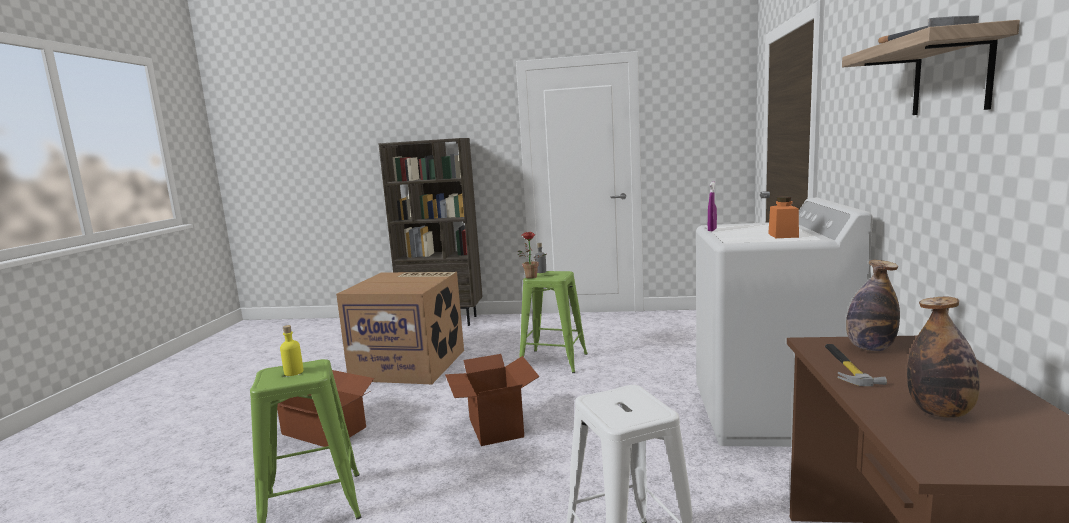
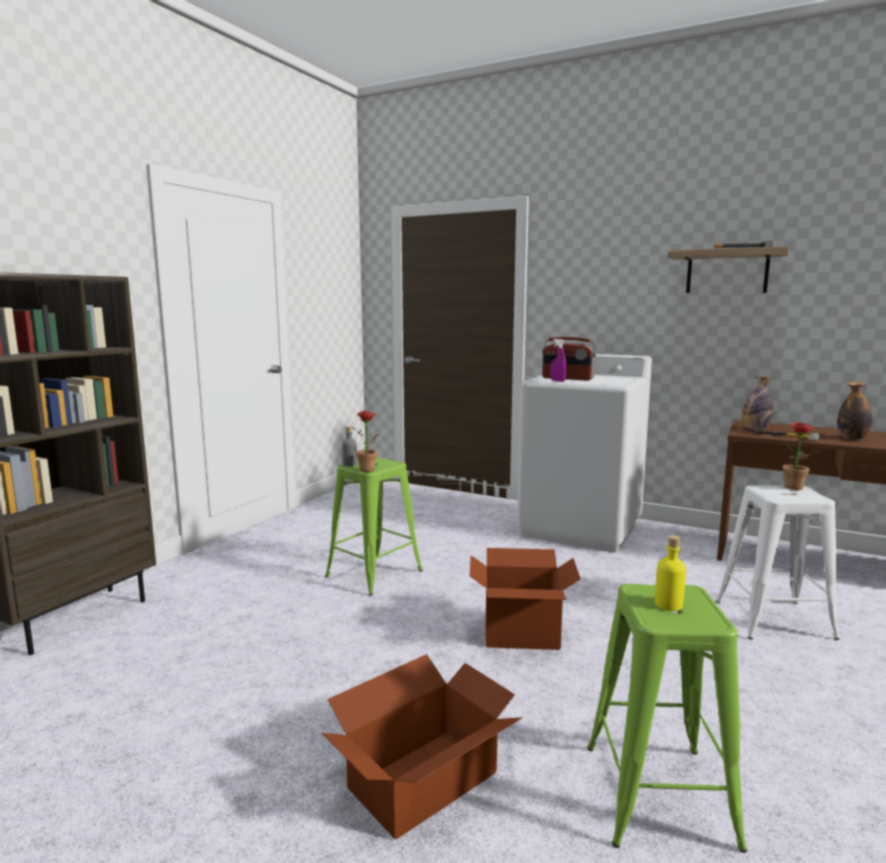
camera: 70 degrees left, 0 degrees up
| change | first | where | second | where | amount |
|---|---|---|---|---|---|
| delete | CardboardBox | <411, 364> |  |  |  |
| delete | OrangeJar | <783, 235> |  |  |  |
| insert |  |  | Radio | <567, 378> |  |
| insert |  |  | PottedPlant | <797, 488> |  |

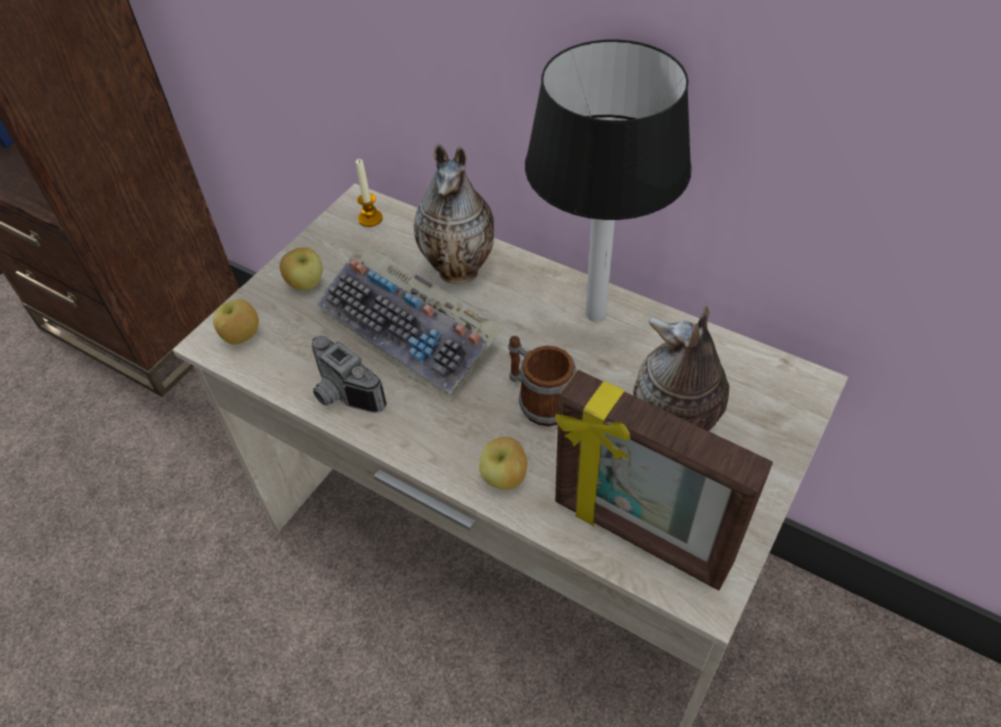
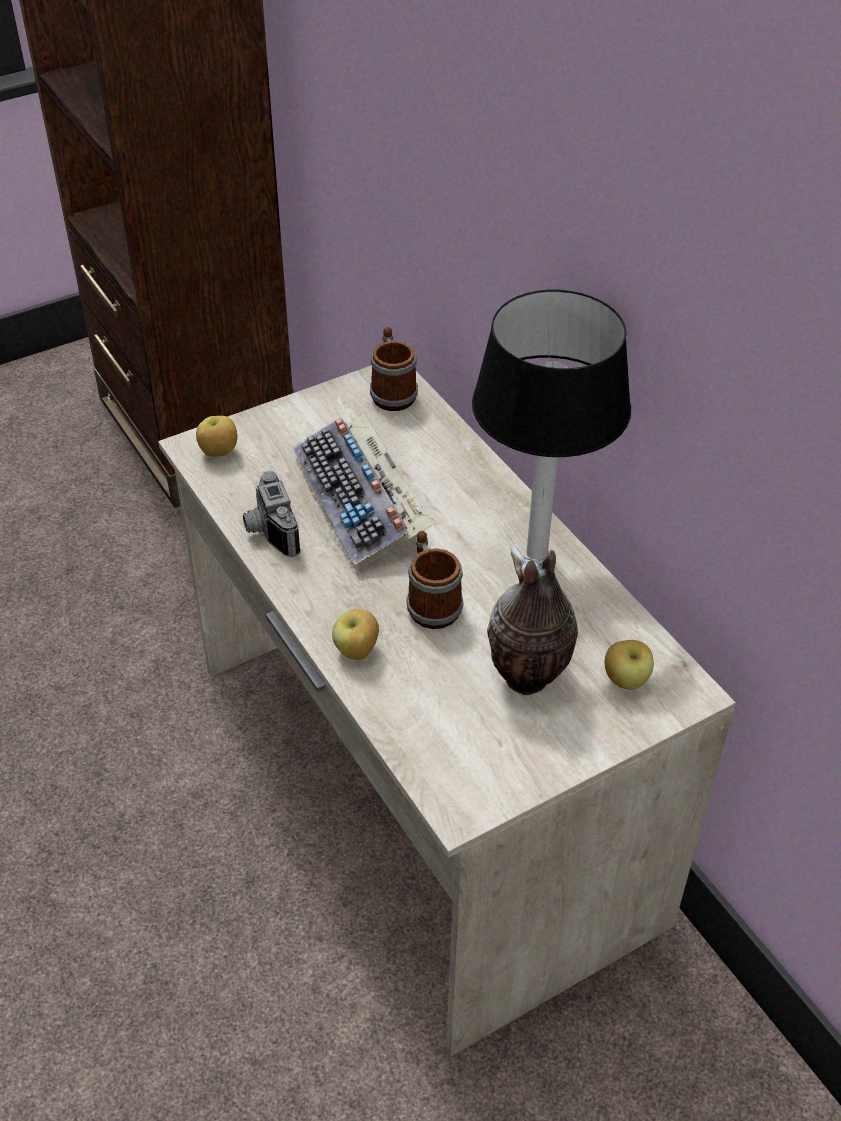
camera: 25 degrees right, 5 degrees down
| change | first | where | second | where | amount |
|---|---|---|---|---|---|
| move | Apple | <306, 284> |  | <626, 680> |  |
| replace | Candle | <370, 218> | Mug | <392, 392> |  |
| delete | Vase | <461, 270> |  |  |  |
| delete | PictureFrame | <639, 536> |  |  |  |

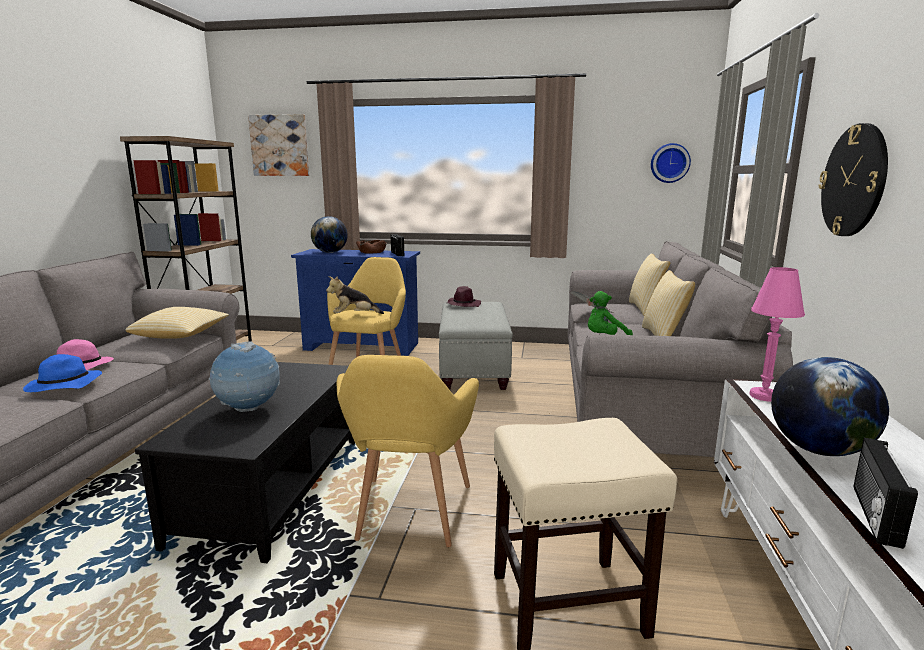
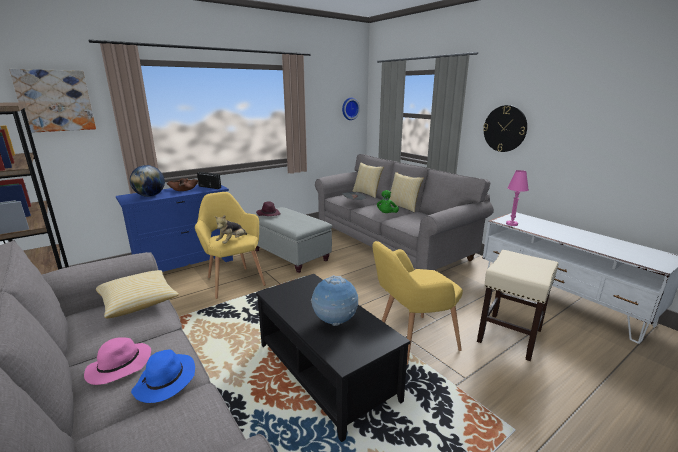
camera: 45 degrees left, 5 degrees up
| change | first | where | second | where | amount |
|---|---|---|---|---|---|
| rotate | YellowArmchair | <409, 517> |  | <411, 341> | 105 degrees clockwise |
| delete | Globe | <818, 450> |  |  |  |
| delete | Radio | <873, 514> |  |  |  |

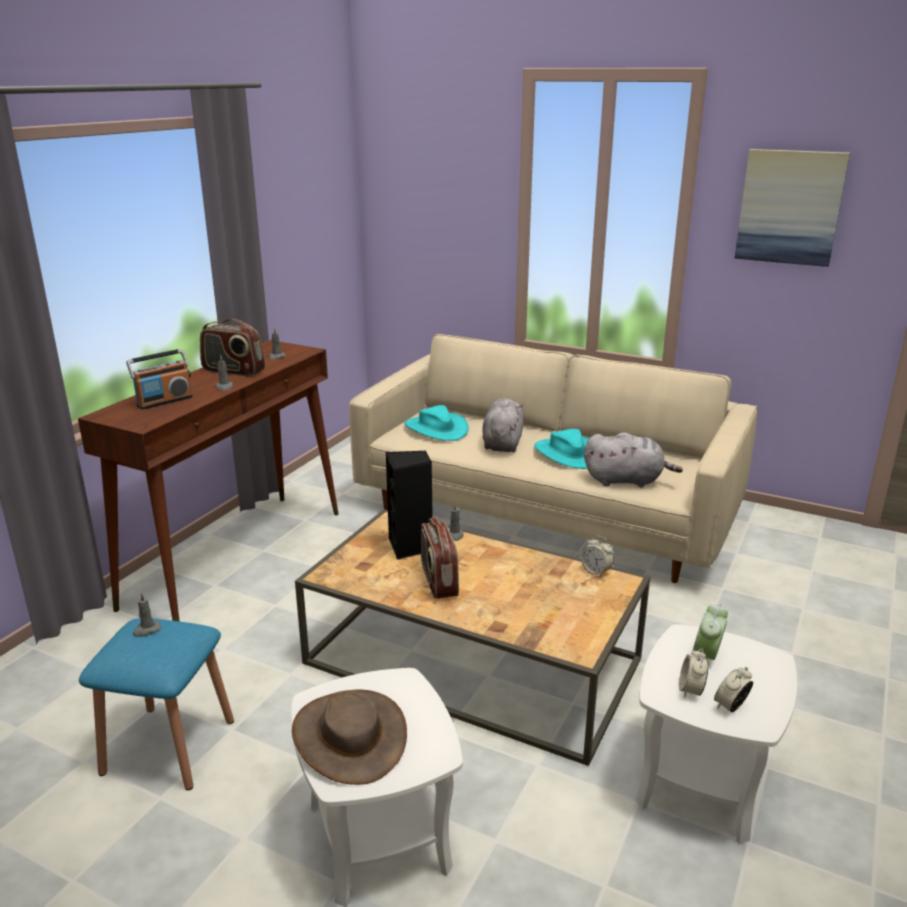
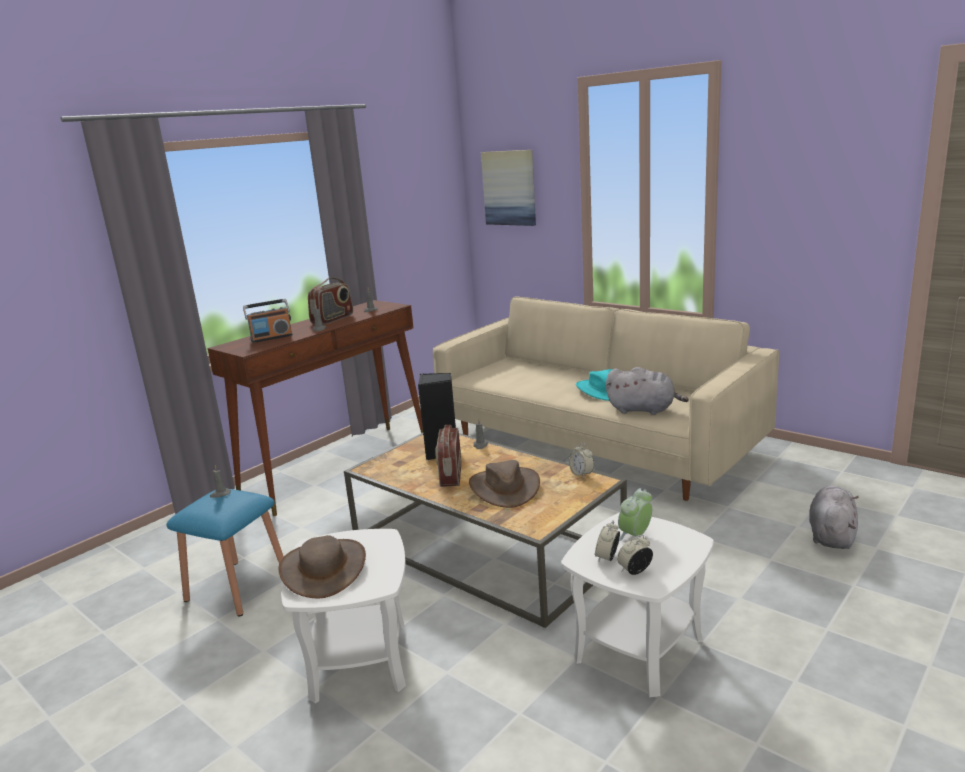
camera: 15 degrees right, 5 degrees down
| change | first | where | second | where | amount |
|---|---|---|---|---|---|
| rotate | Radio | <233, 371> |  | <333, 319> | 90 degrees counterclockwise |
| delete | TurquoiseHat | <436, 429> |  |  |  |
| move | GreyPlushToy | <502, 443> |  | <831, 535> |  |
| move | Picture | <790, 207> |  | <509, 188> |  |
| insert |  |  | BrownHat | <504, 488> |  |

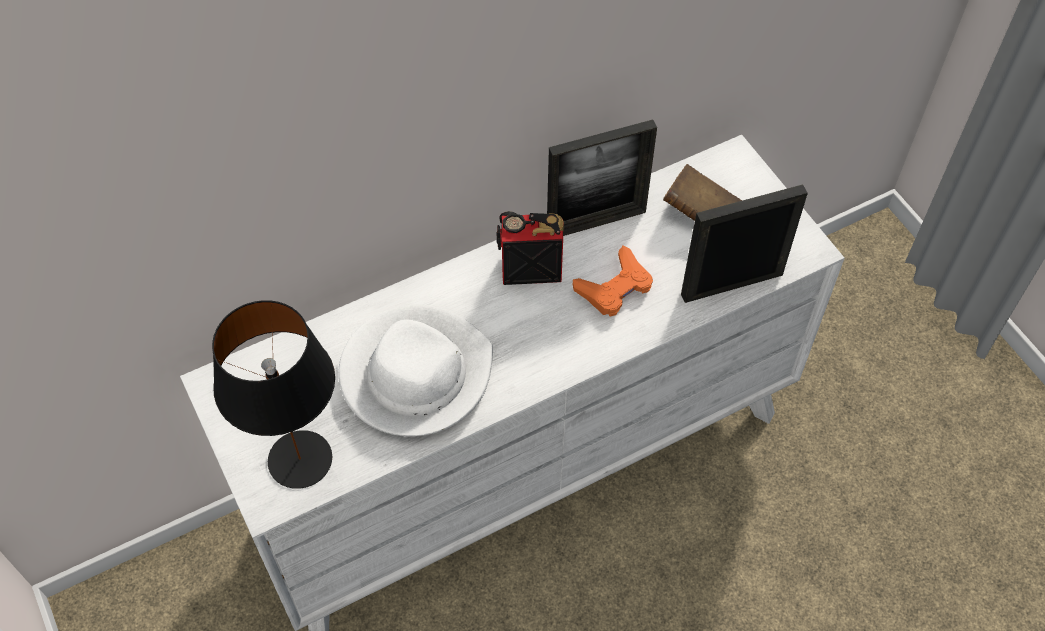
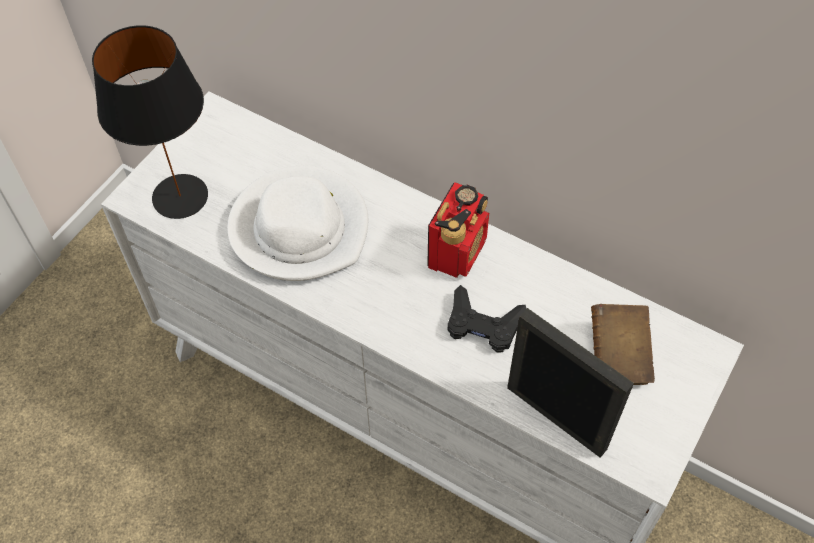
camera: 60 degrees right, 0 degrees up
| change | first | where | second | where | amount |
|---|---|---|---|---|---|
| rotate | Radio | <529, 268> |  | <457, 252> | 60 degrees clockwise |
| delete | PictureFrame | <596, 222> |  |  |  |
| recolor | OrangeGameController | <614, 287> | BlackGameController | <483, 324> |  |

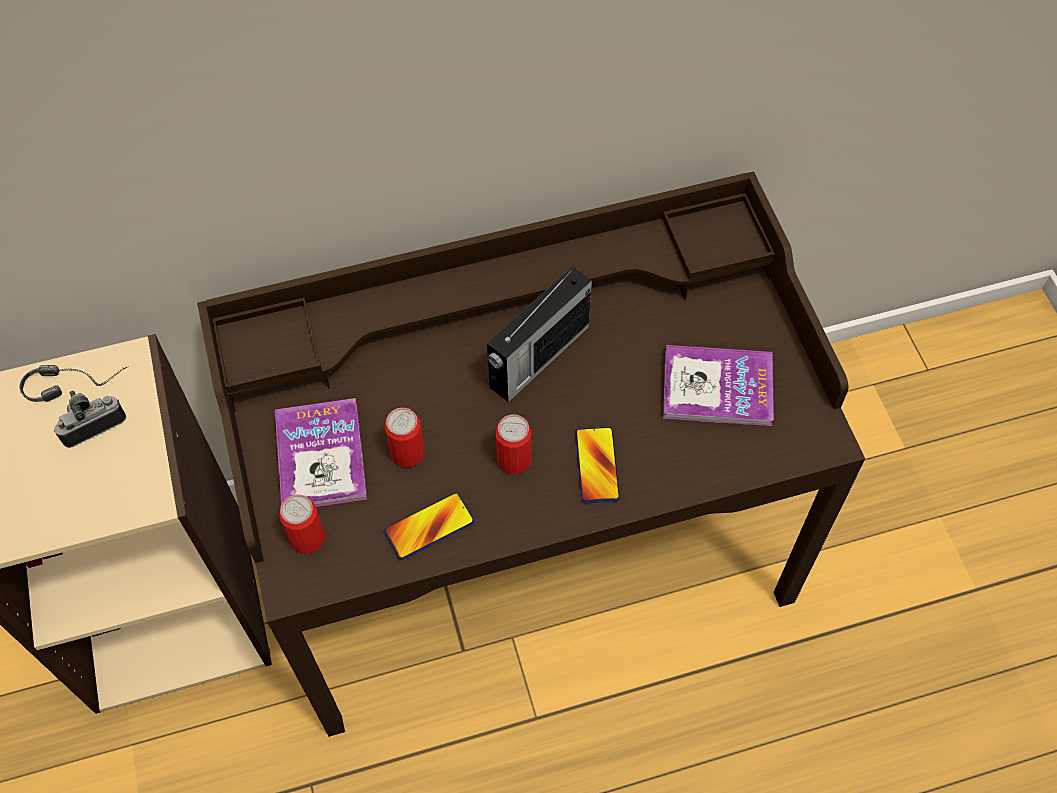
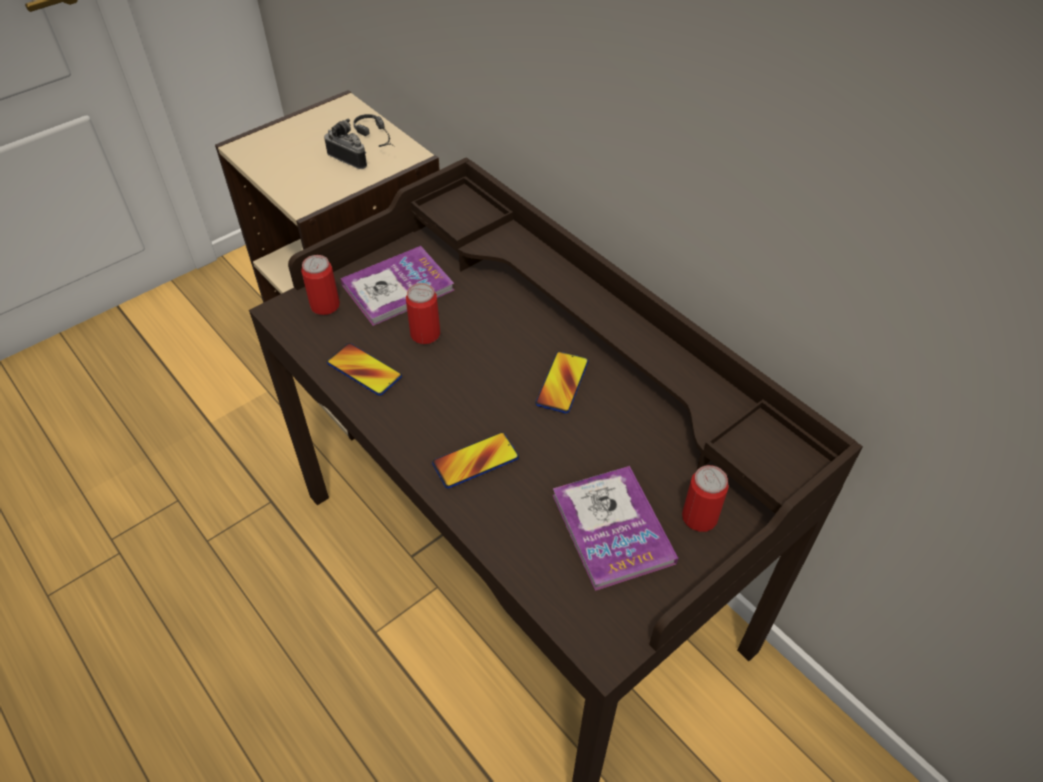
camera: 65 degrees right, 10 degrees down
| change | first | where | second | where | amount |
|---|---|---|---|---|---|
| replace | Radio | <537, 358> | Phone | <562, 383> |  |
| move | Can | <514, 459> |  | <699, 517> |  |

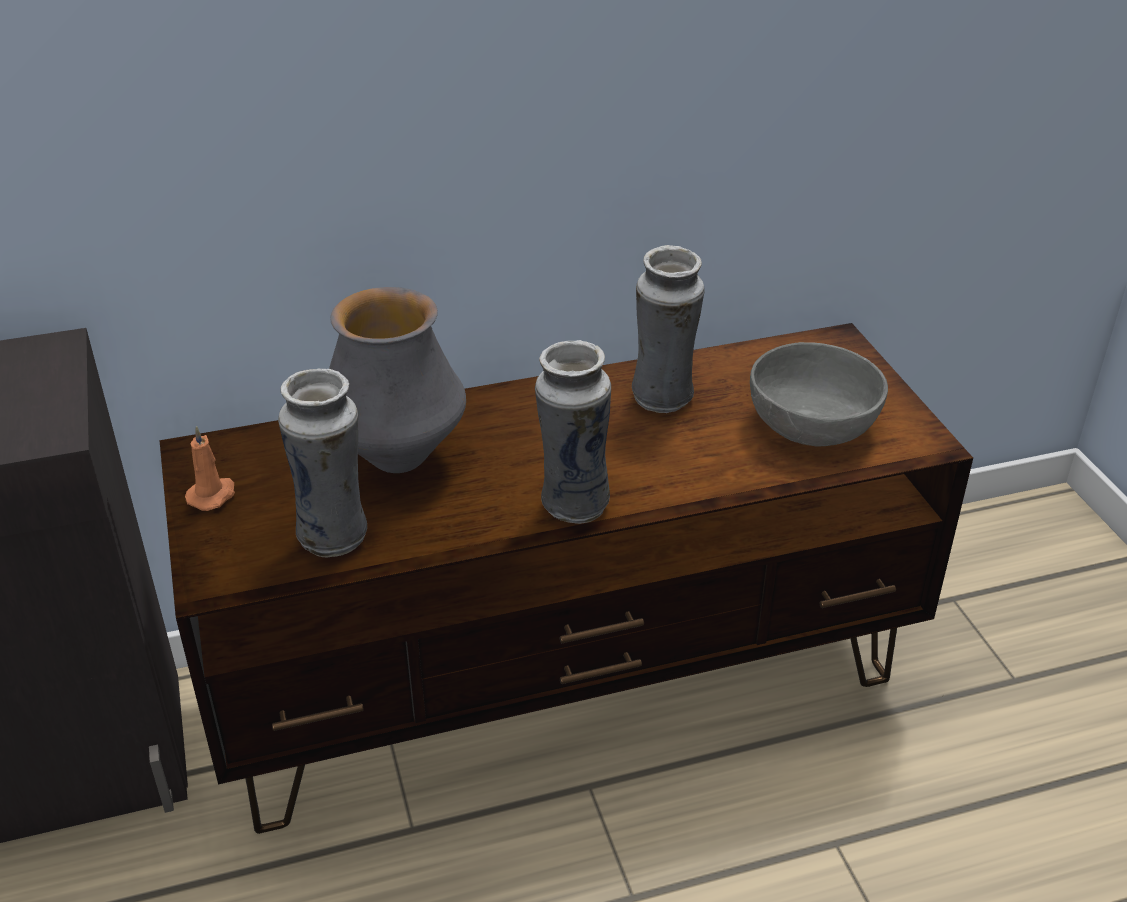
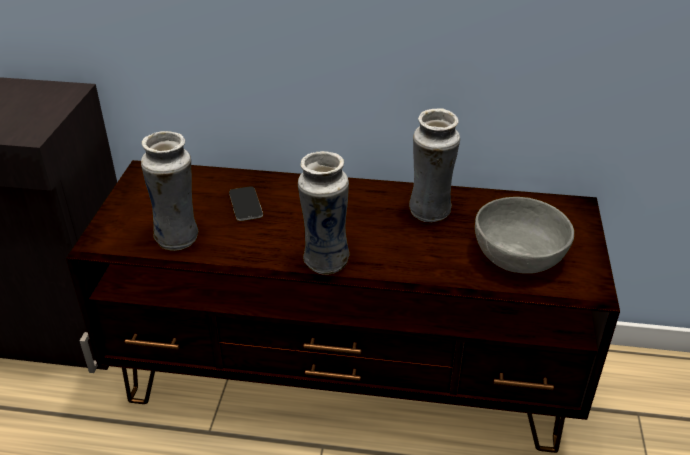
camera: 25 degrees right, 0 degrees up
| change | first | where | second | where | amount |
|---|---|---|---|---|---|
| delete | OrangeCandle | <213, 495> |  |  |  |
| replace | Vase | <397, 458> | Phone | <245, 204> |  |

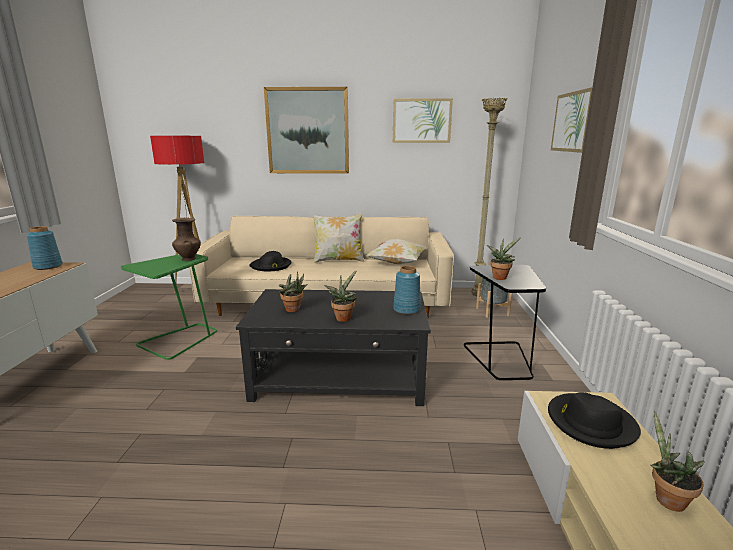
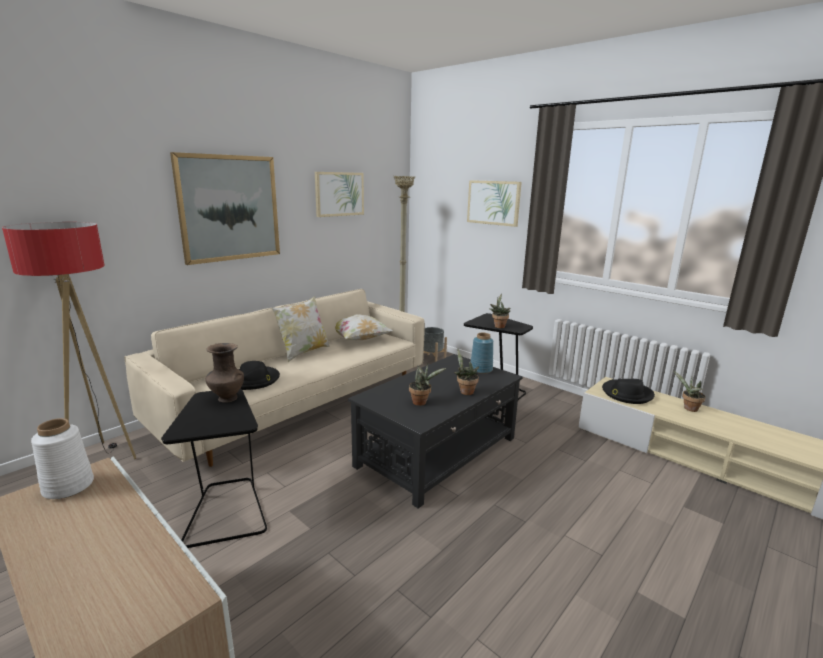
camera: 50 degrees left, 0 degrees up
| change | first | where | second | where | amount |
|---|---|---|---|---|---|
| recolor | BlueVase | <47, 266> | WhiteVase | <67, 487> |  |
| recolor | GreenSideTable | <179, 340> | BlackSideTable | <227, 511> |  |

